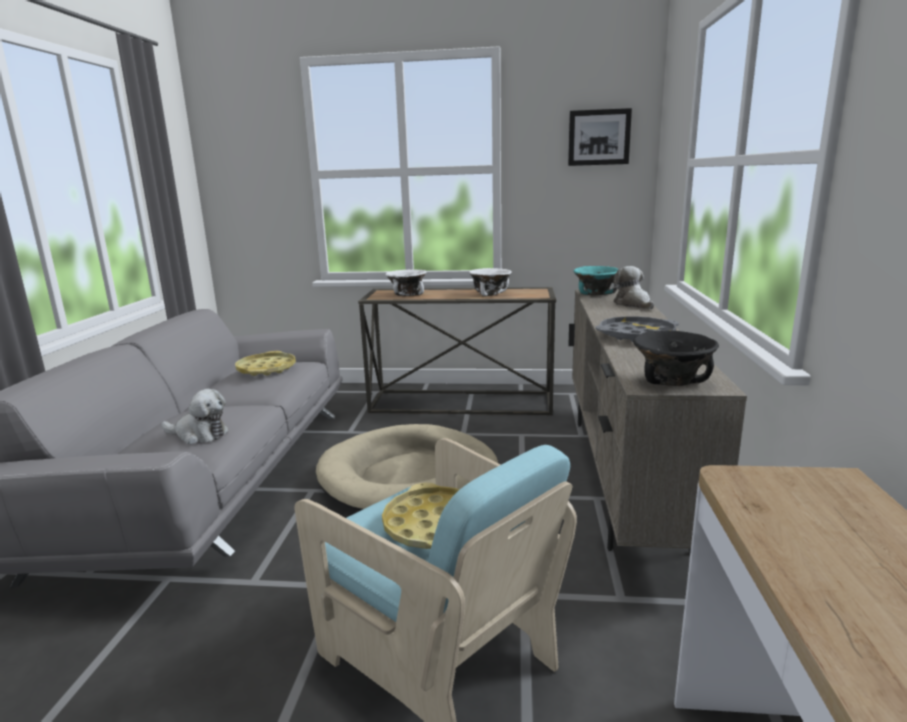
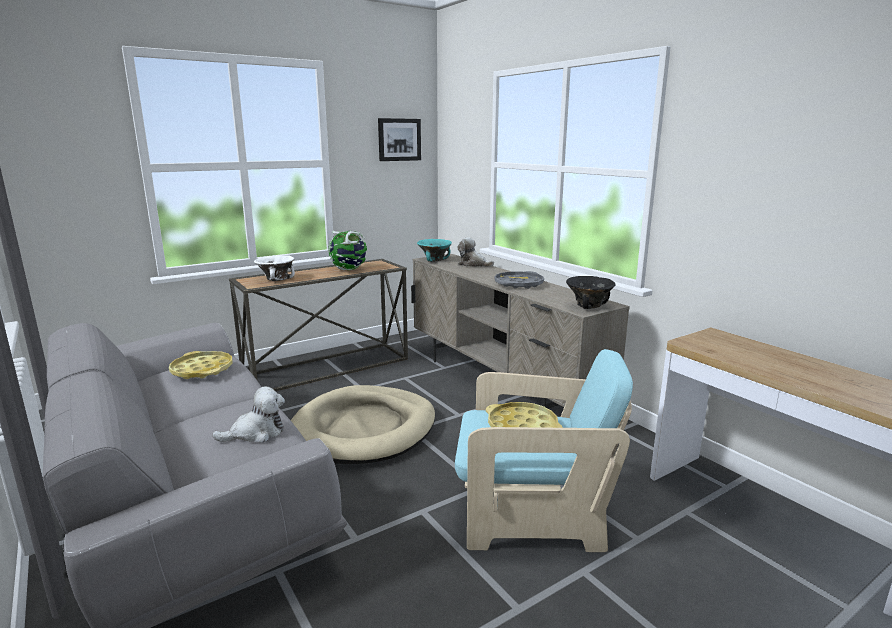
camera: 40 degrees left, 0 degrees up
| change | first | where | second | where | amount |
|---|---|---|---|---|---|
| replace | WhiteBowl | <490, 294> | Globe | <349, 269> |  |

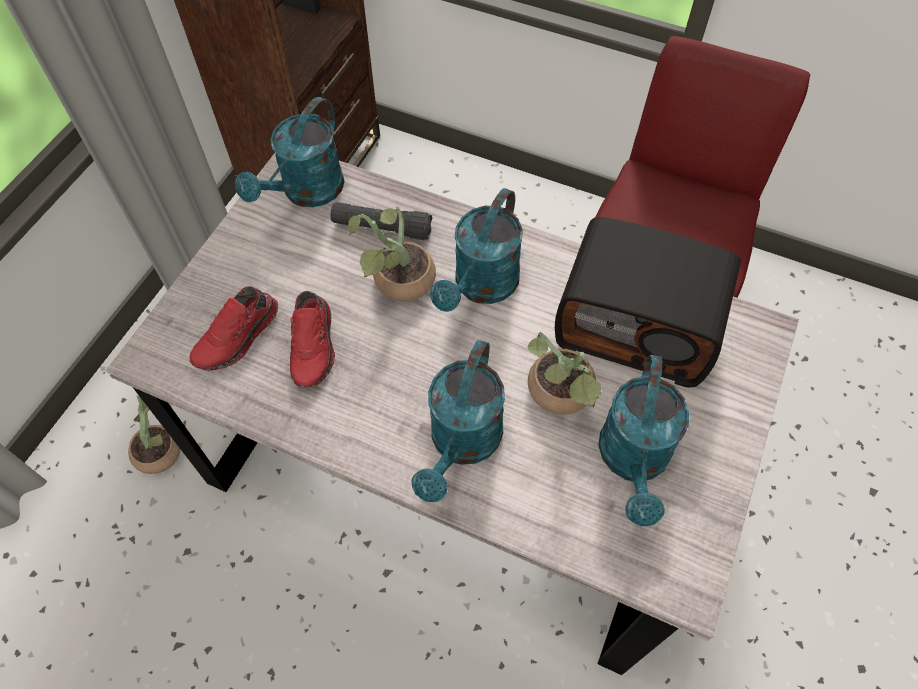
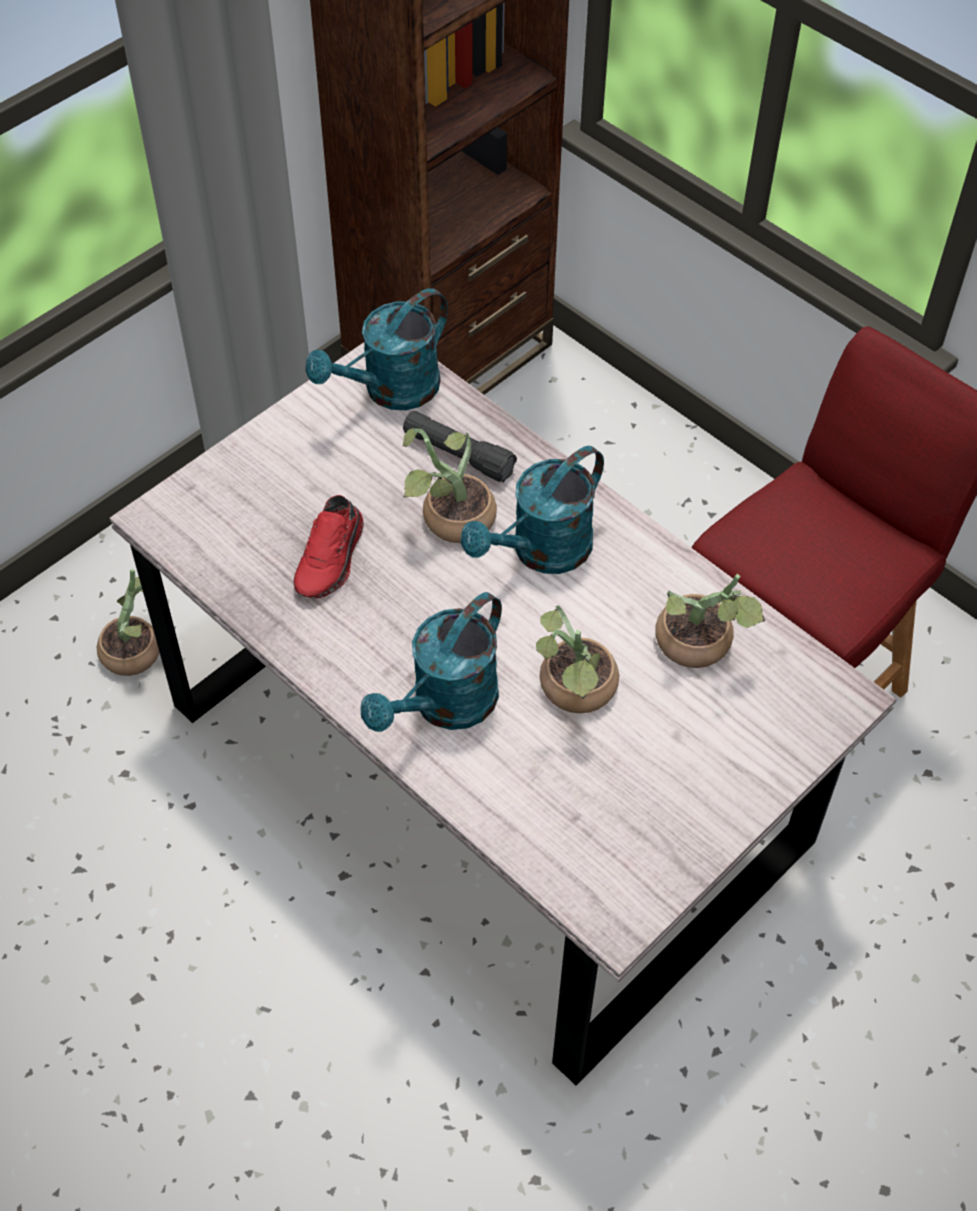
camera: 20 degrees right, 5 degrees down
| change | first | where | second | where | amount |
|---|---|---|---|---|---|
| delete | RedShoe | <238, 338> |  |  |  |
| replace | Radio | <637, 325> | PottedPlant | <700, 647> |  |
| delete | TurquoiseWateringCan | <634, 461> |  |  |  |

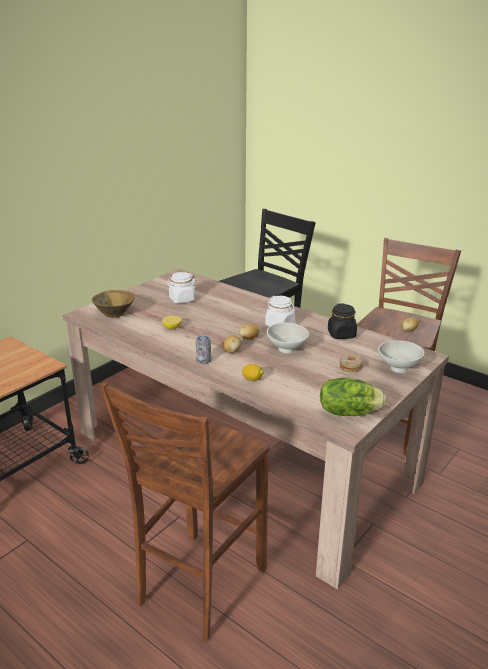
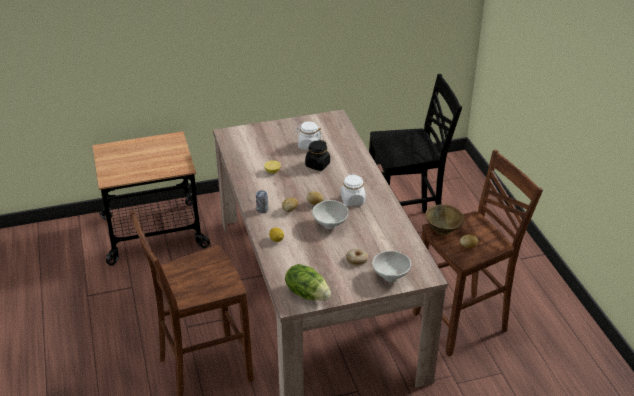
camera: 35 degrees right, 10 degrees up
| change | first | where | second | where | amount |
|---|---|---|---|---|---|
| move | BrownBowl | <115, 314> |  | <443, 229> |  |
| move | BlackJar | <341, 334> |  | <317, 165> |  |

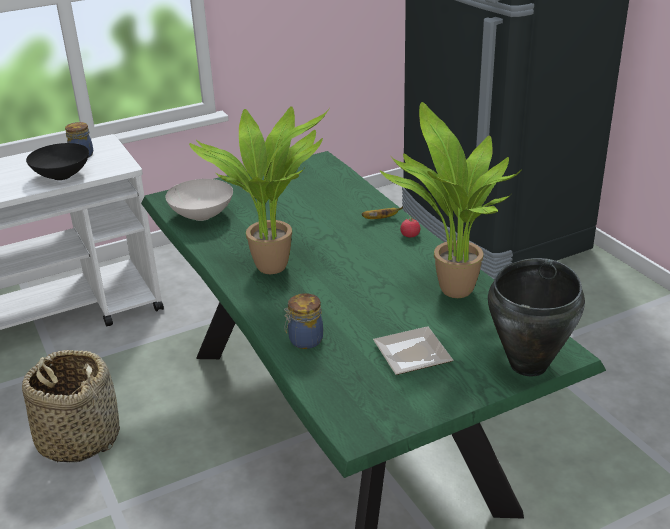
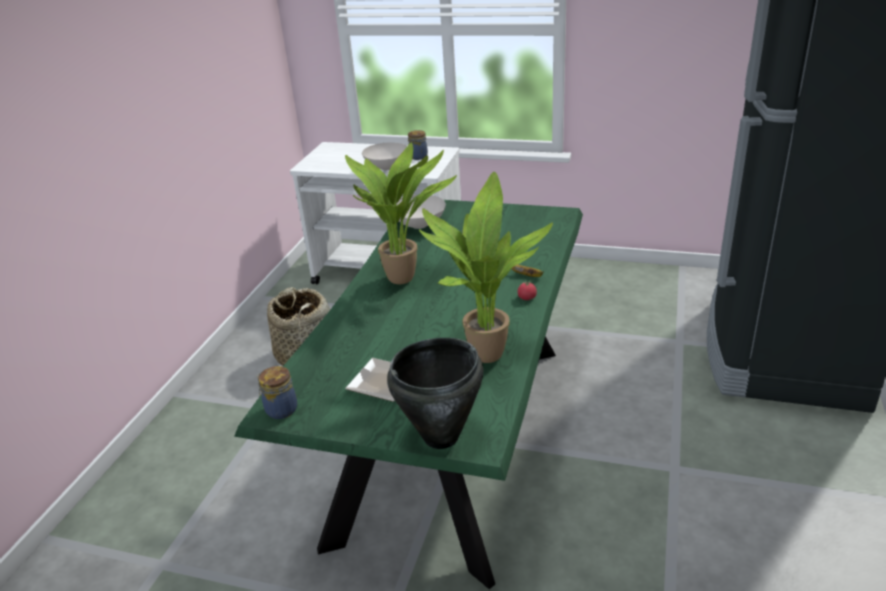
camera: 45 degrees right, 0 degrees up
| change | first | where | second | where | amount |
|---|---|---|---|---|---|
| recolor | BlackBowl | <61, 176> | WhiteBowl | <386, 167> |  |
| move | Jar | <304, 340> |  | <280, 409> |  |

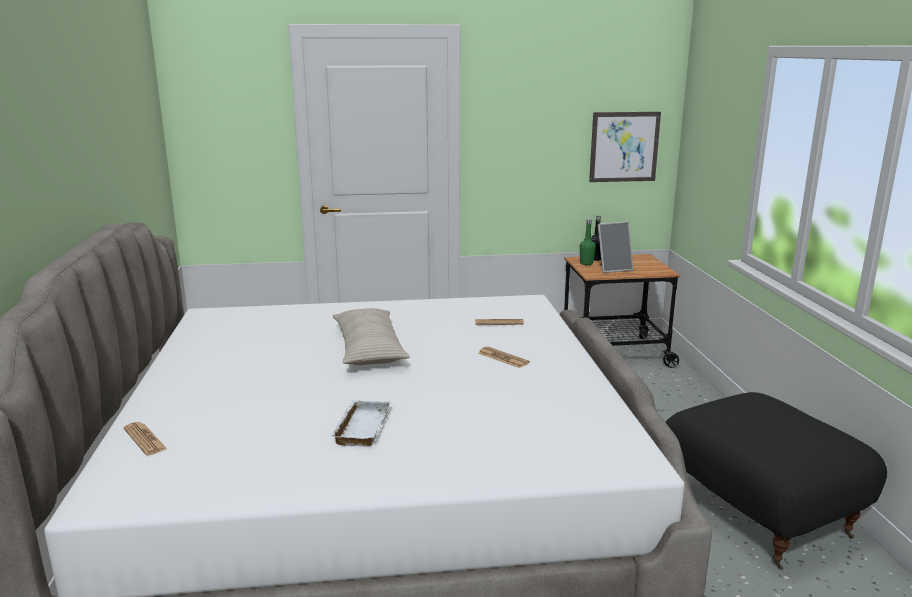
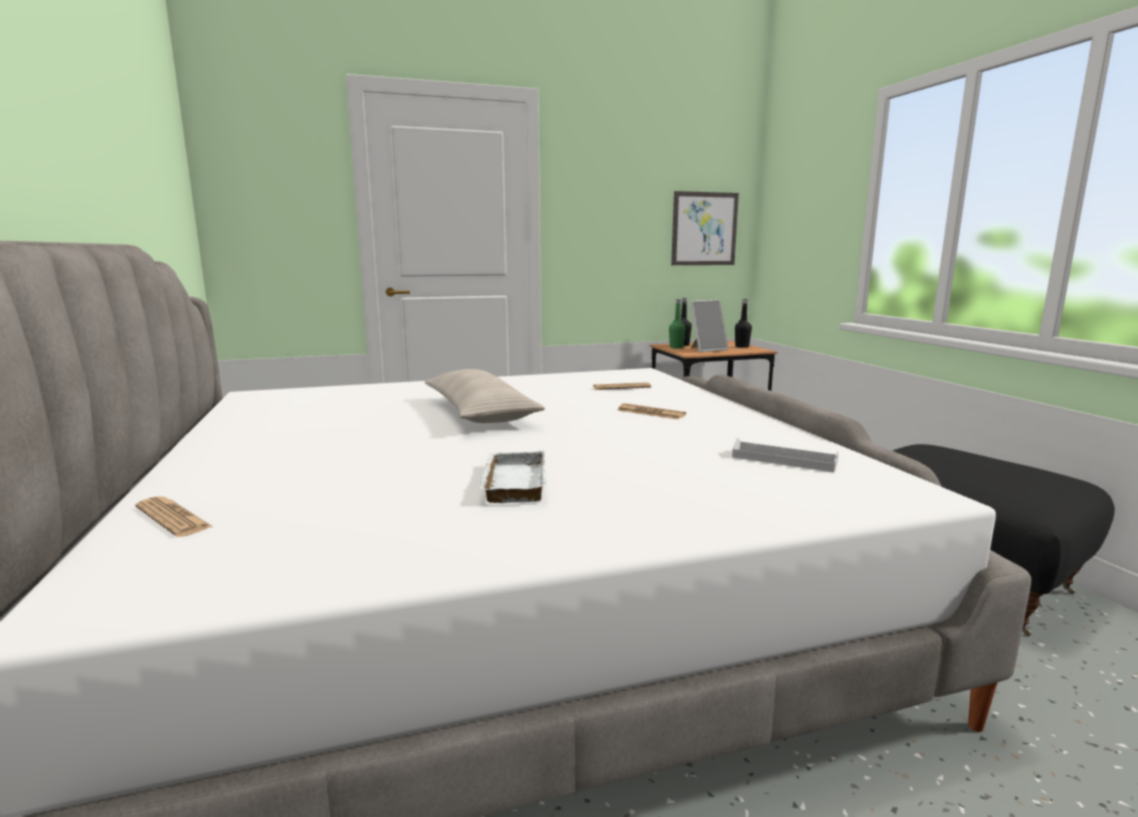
camera: 10 degrees left, 5 degrees down
| change | first | where | second | where | amount |
|---|---|---|---|---|---|
| insert |  |  | WhiteTray | <784, 460> |  |
| insert |  |  | BlackBottle | <742, 347> |  |

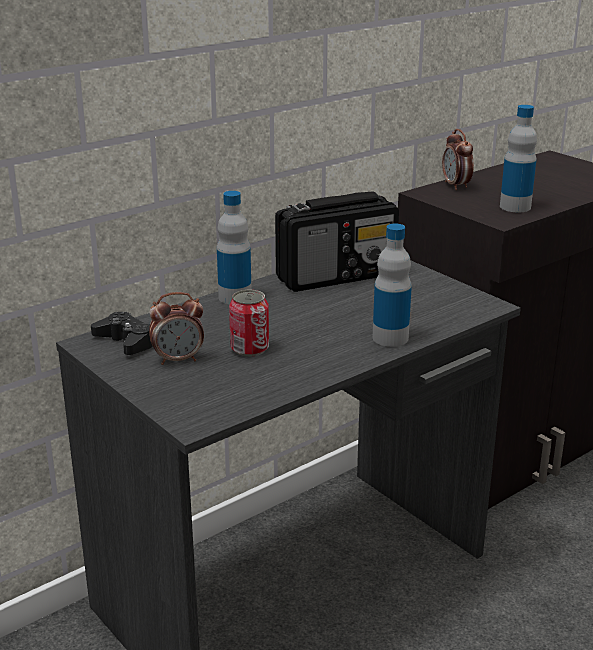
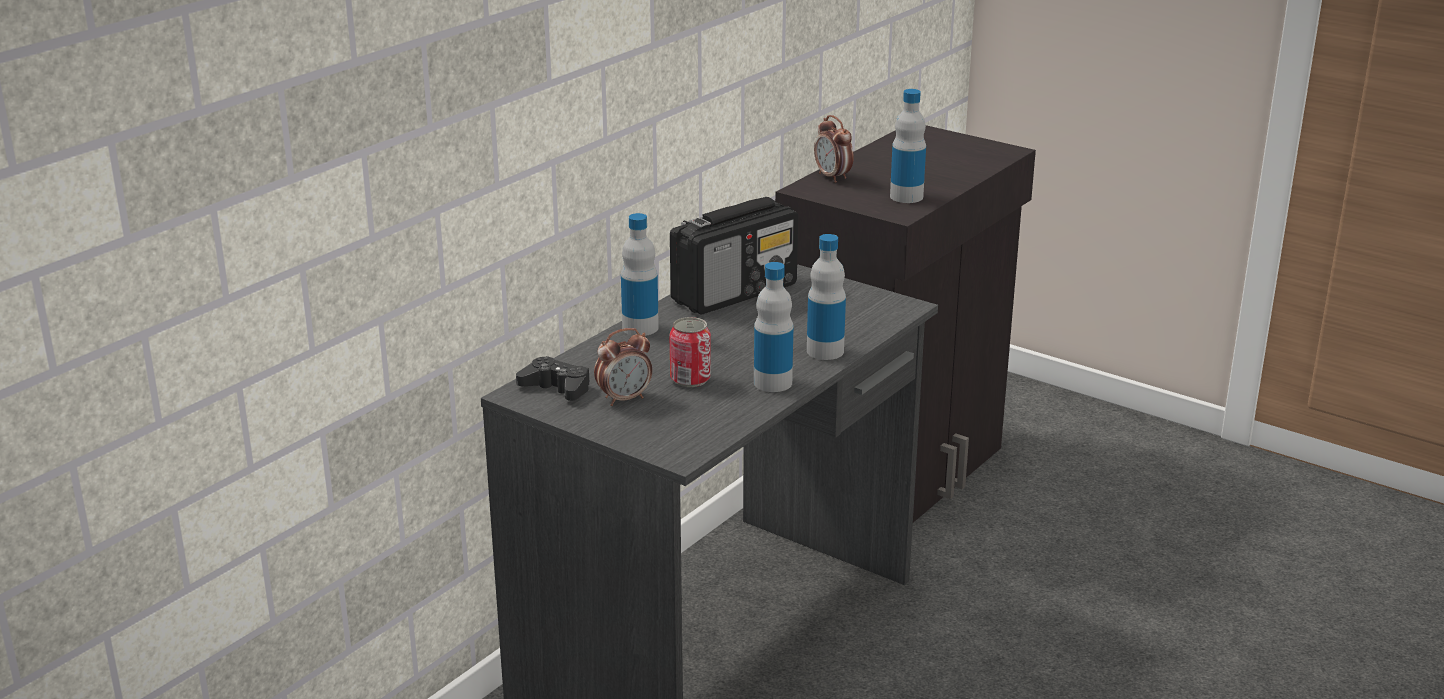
camera: 15 degrees left, 0 degrees up
| change | first | where | second | where | amount |
|---|---|---|---|---|---|
| insert |  |  | Bottle | <773, 383> |  |

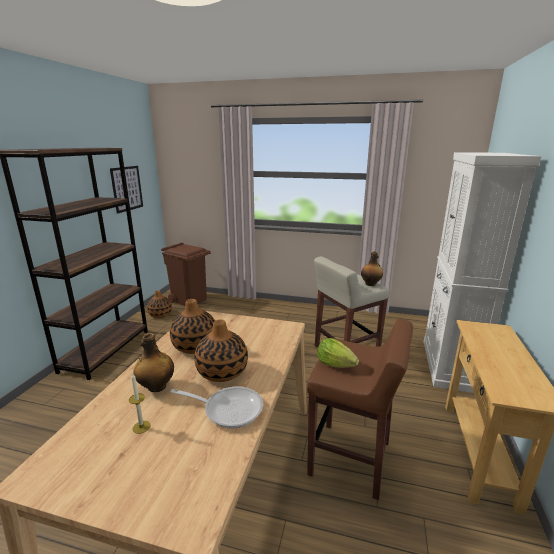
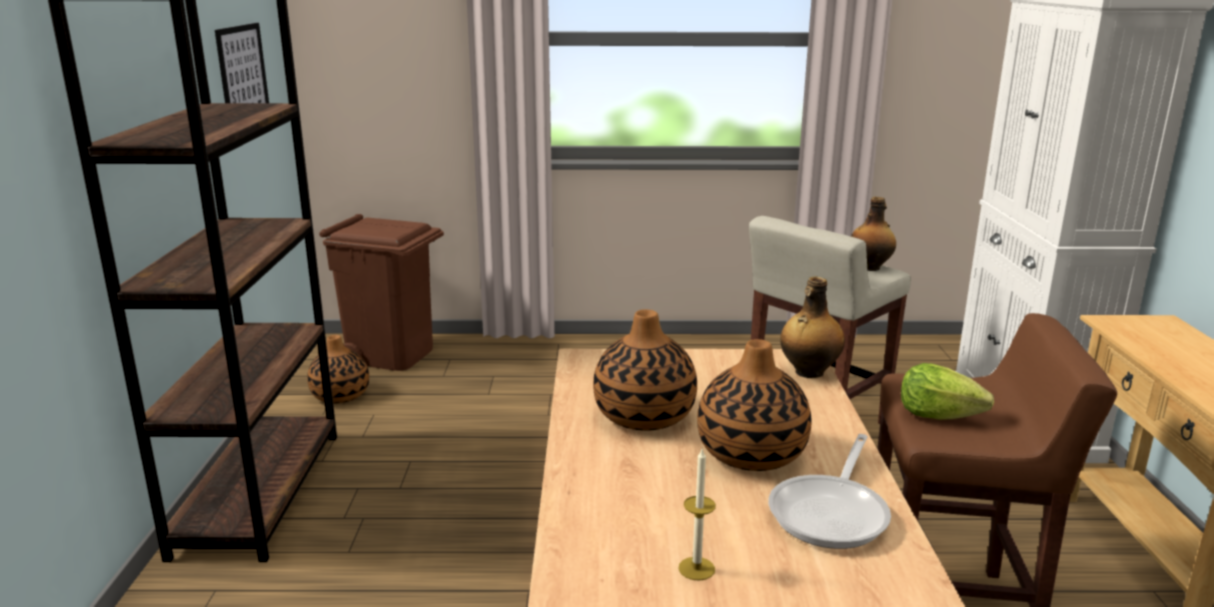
camera: 15 degrees left, 0 degrees up
| change | first | where | second | where | amount |
|---|---|---|---|---|---|
| move | Bottle | <156, 387> |  | <808, 372> |  |
| rotate | FryingPan | <228, 409> |  | <832, 513> | 120 degrees clockwise |

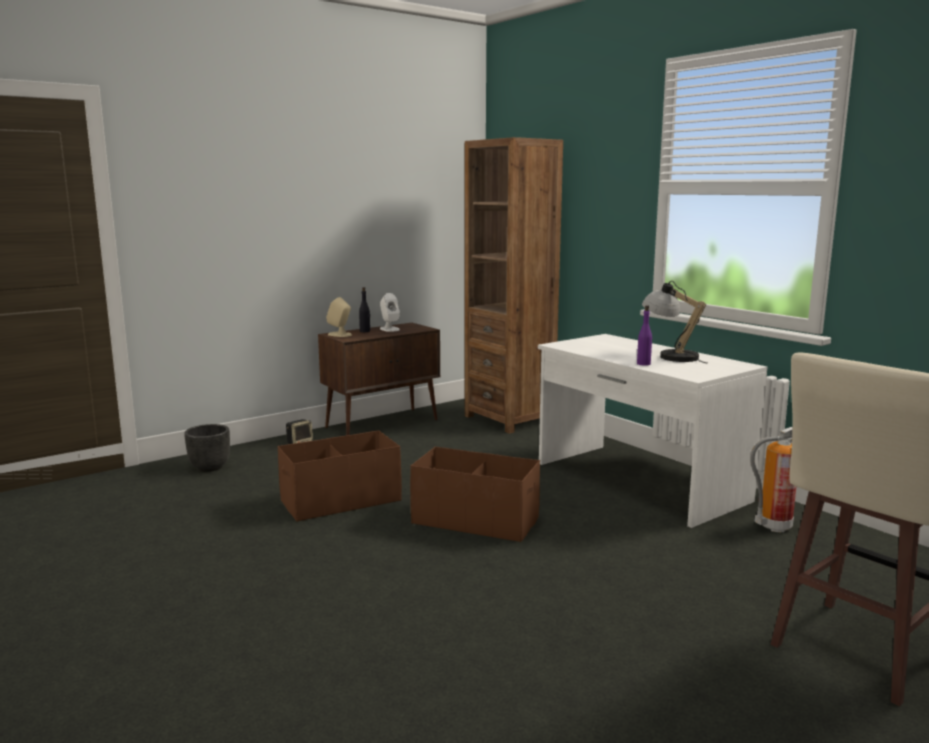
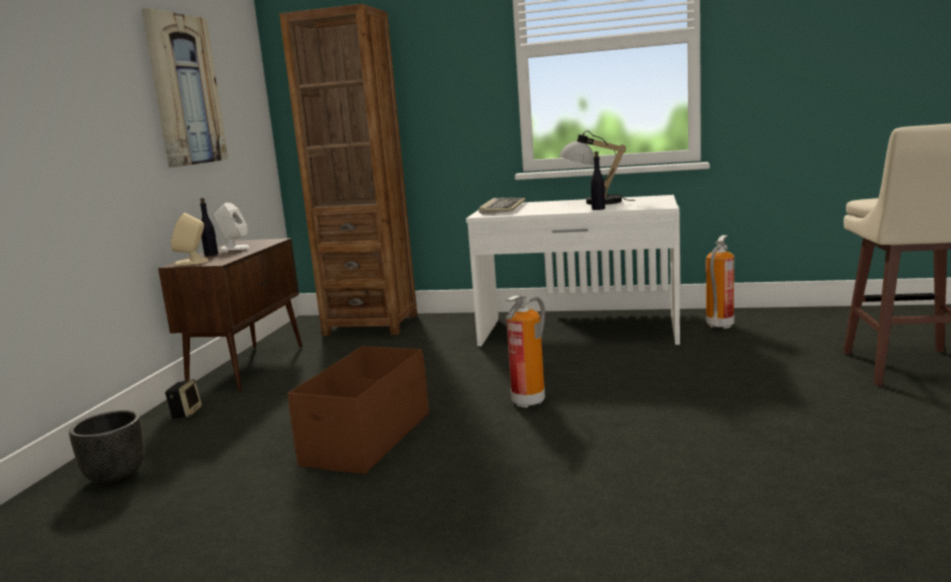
camera: 40 degrees left, 0 degrees up
| change | first | where | second | where | amount |
|---|---|---|---|---|---|
| replace | BrownStorageBox | <475, 520> | FireExtinguisher | <529, 401> |  |
| recolor | PurpleBottle | <643, 364> | BlackBottle | <598, 209> |  |
| insert |  |  | Picture | <185, 90> |  |
| insert |  |  | Keyboard | <502, 208> |  |

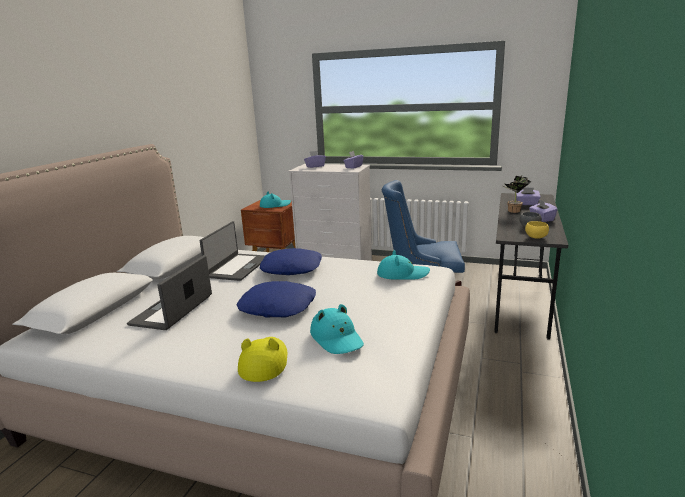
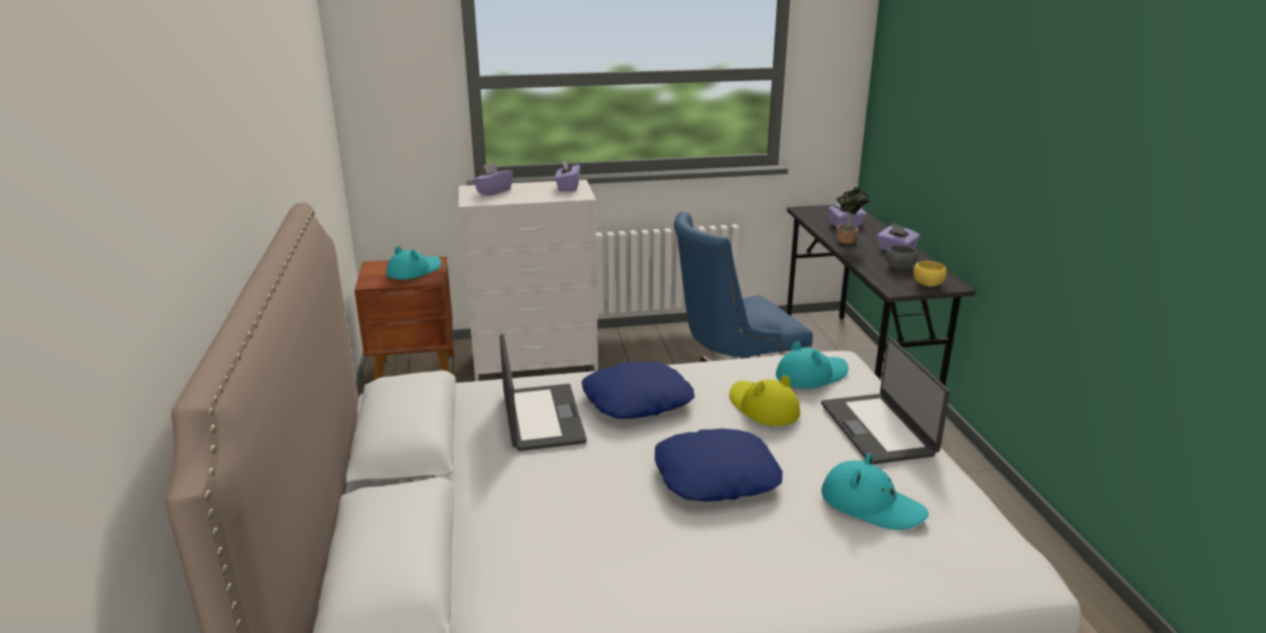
camera: 30 degrees left, 5 degrees up
| change | first | where | second | where | amount |
|---|---|---|---|---|---|
| move | Laptop | <173, 310> |  | <878, 428> |  |
| move | YellowHat | <264, 362> |  | <763, 407> |  |

